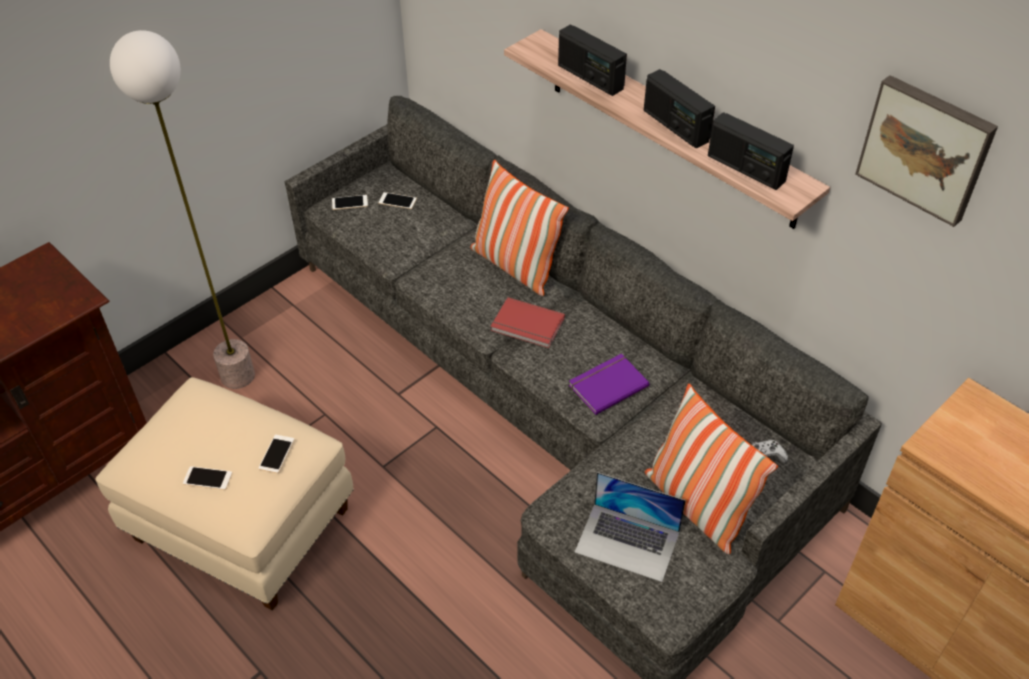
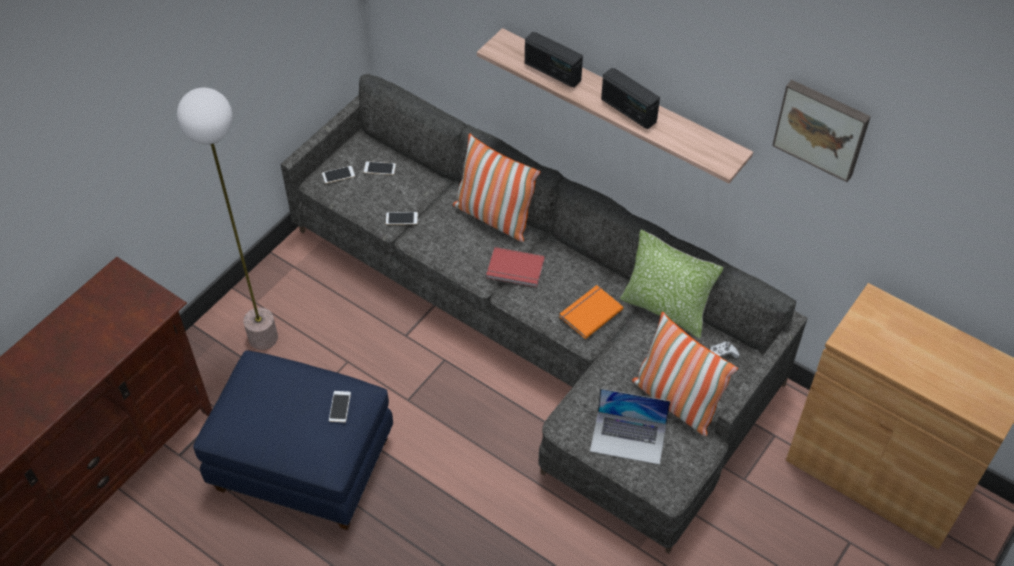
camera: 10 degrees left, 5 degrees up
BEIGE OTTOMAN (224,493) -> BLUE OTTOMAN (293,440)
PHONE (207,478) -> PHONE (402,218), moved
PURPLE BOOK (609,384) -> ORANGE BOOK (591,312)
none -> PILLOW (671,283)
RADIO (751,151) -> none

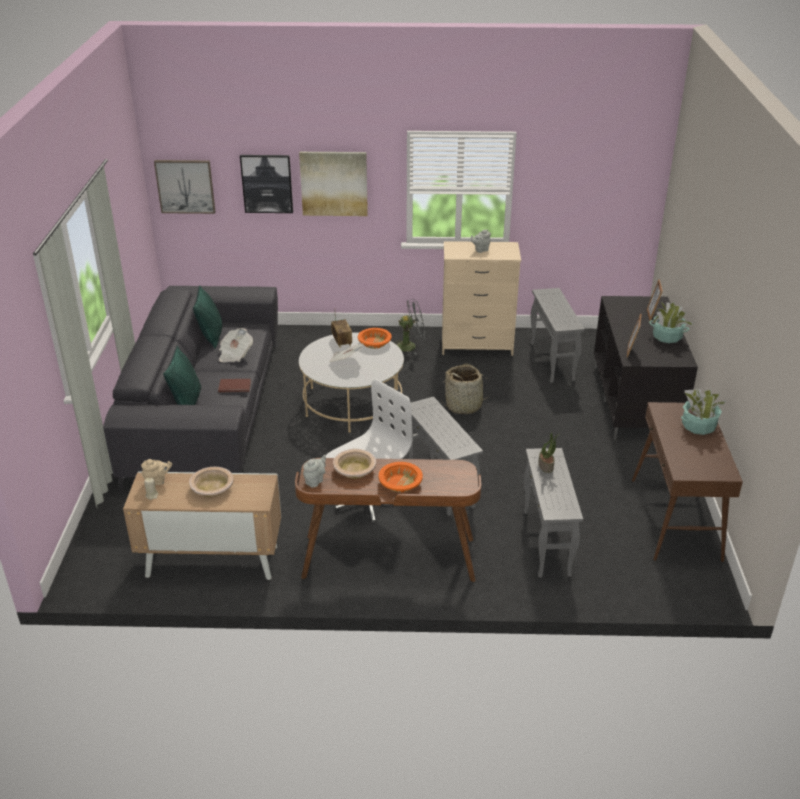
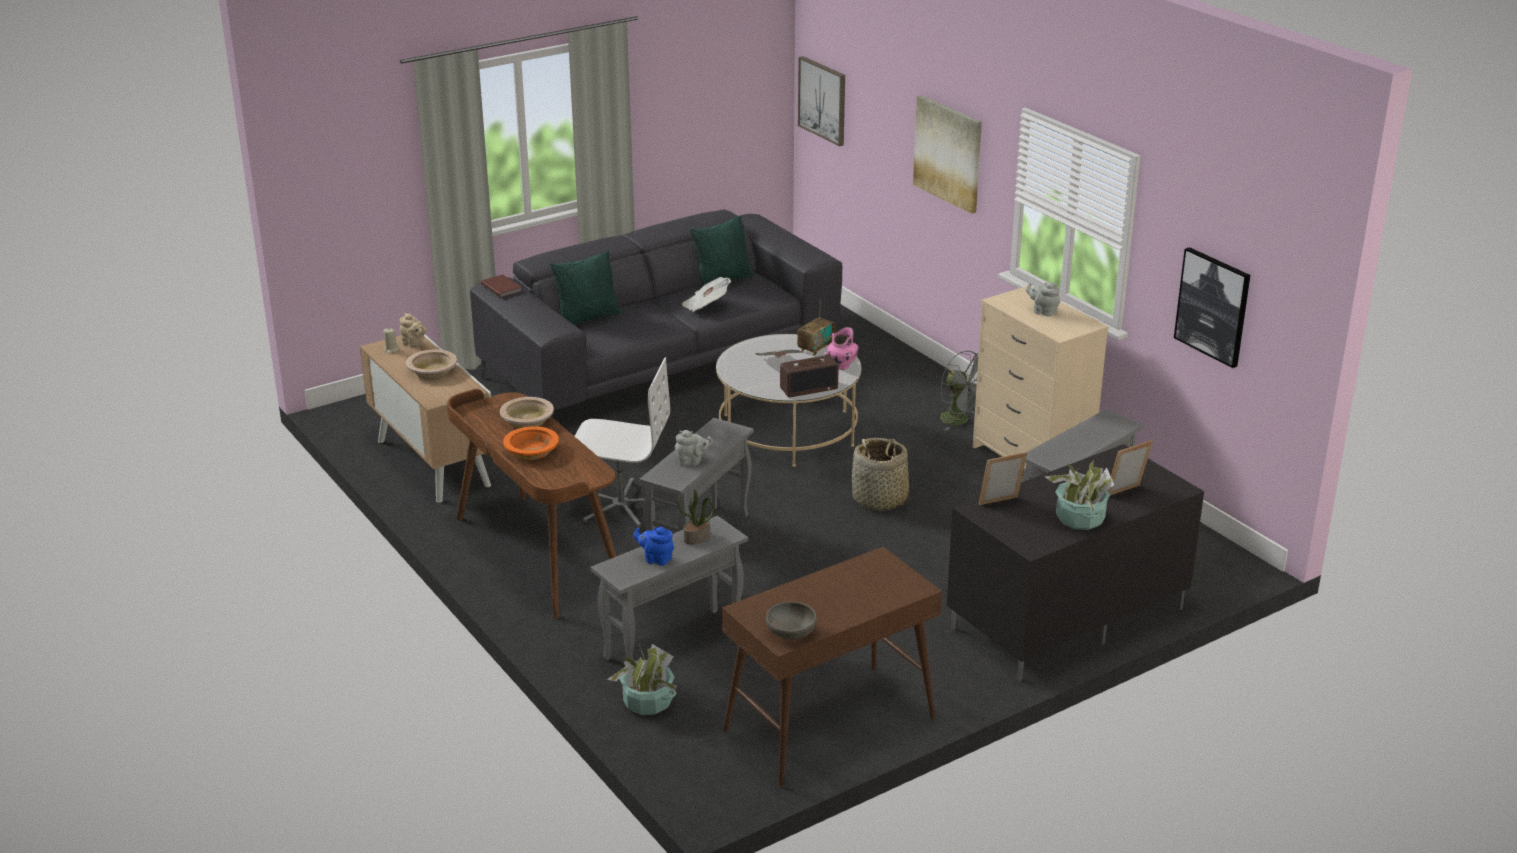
camera: 55 degrees right, 5 degrees down
BROWN BOOK (234,386) -> BROWN BOOK (501,285), moved
POTTED PLANT (703,412) -> POTTED PLANT (642,679), moved
none -> BLUE TEAPOT (653,546)
GREY TEAPOT (314,471) -> GREY TEAPOT (694,448), moved
none -> GREY BOWL (791,620)
none -> RADIO (809,376)
ORANGE BOWL (374,338) -> PINK VASE (841,348)
PICTURE (266,184) -> PICTURE (1212,307), moved

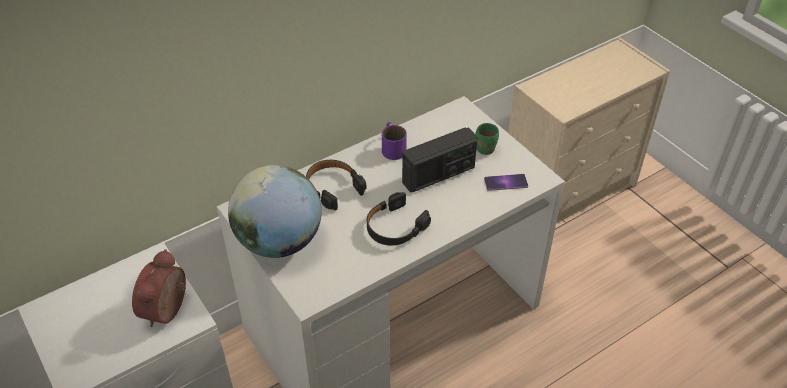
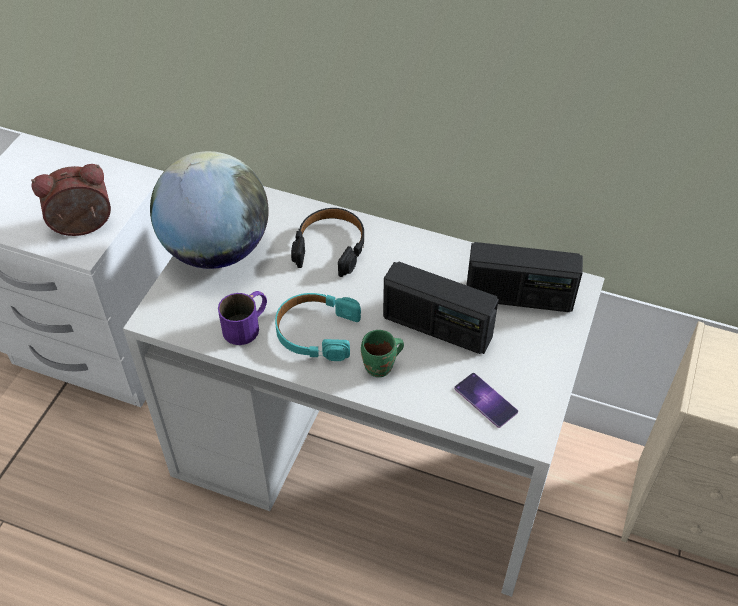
camera: 55 degrees right, 5 degrees up
PURPLE MUG (394,141) -> PURPLE MUG (242,318), moved
BLACK HEADPHONES (399,218) -> TURQUOISE HEADPHONES (318,327)
GREEN MUG (487,139) -> GREEN MUG (382,353), moved
none -> RADIO (525,277)

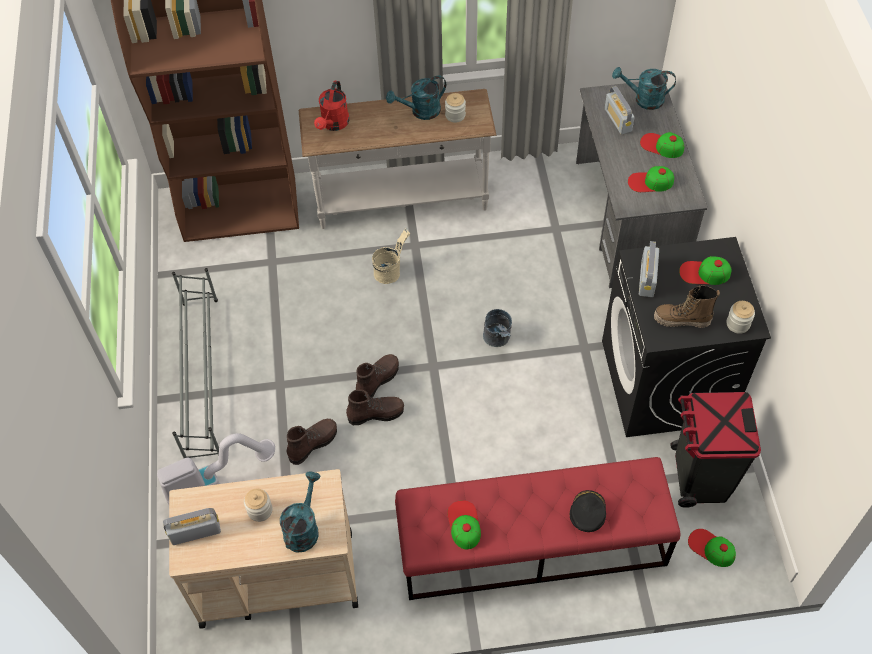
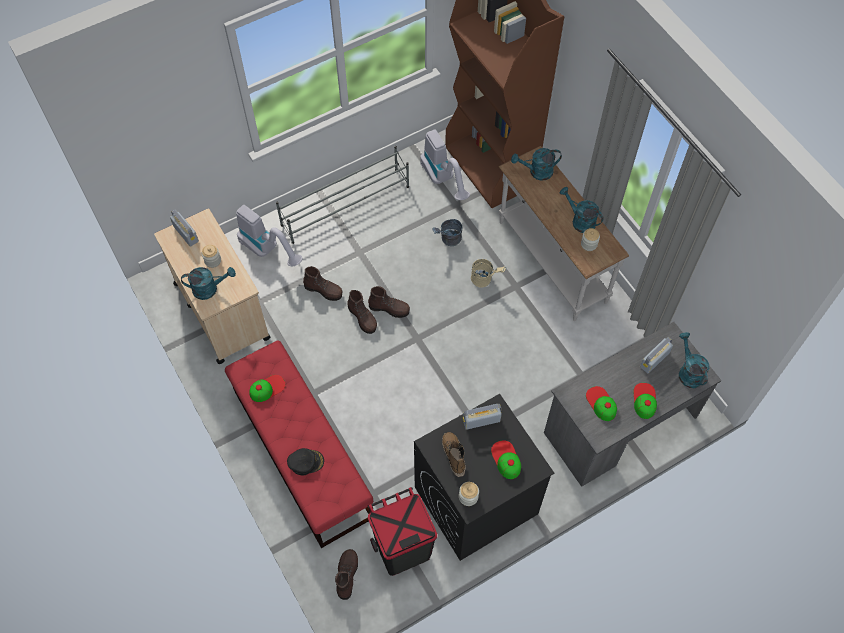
camera: 65 degrees right, 5 degrees up
CAP (712,548) -> BROWN BOOT (346,574)
none -> VACUUM CLEANER (445,164)
GREY BUCKET (497,328) -> GREY BUCKET (447,232), moved
RED WATERING CAN (332,106) -> TURQUOISE WATERING CAN (536,164)

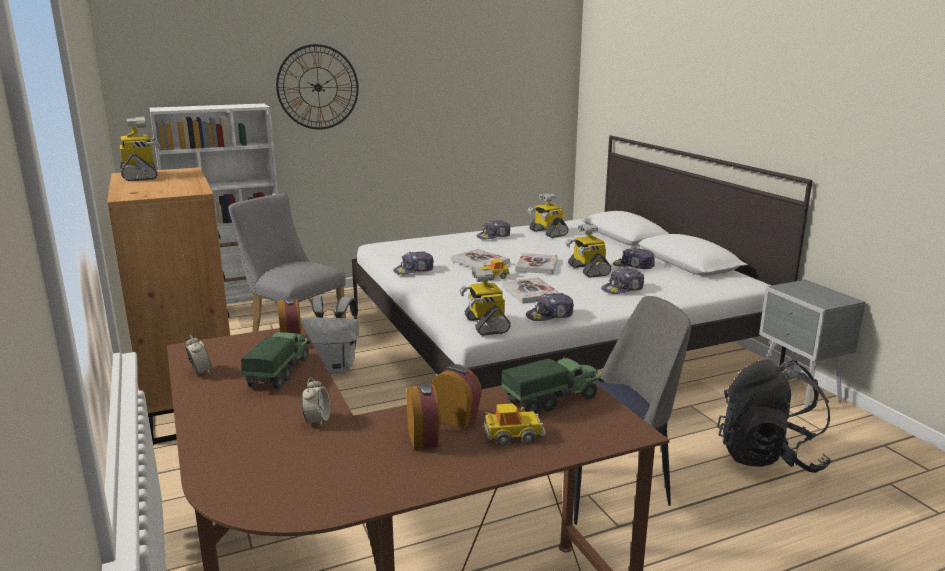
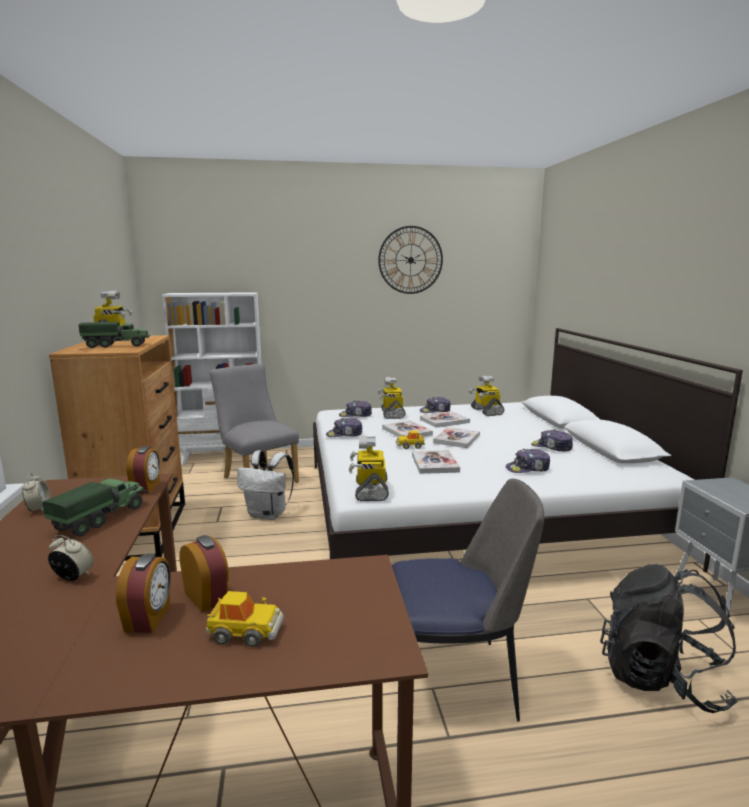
camera: 15 degrees right, 5 degrees down
ALARM CLOCK (316,402) -> ALARM CLOCK (70,558), 90 degrees counterclockwise
TOY TRUCK (552,385) -> TOY TRUCK (114,335), moved
CAP (550,307) -> CAP (355,408), moved
TOY ROBOT (588,251) -> TOY ROBOT (391,398), moved
WALL CLOCK (317,86) -> WALL CLOCK (410,260), moved
none -> BOOK (445,420)

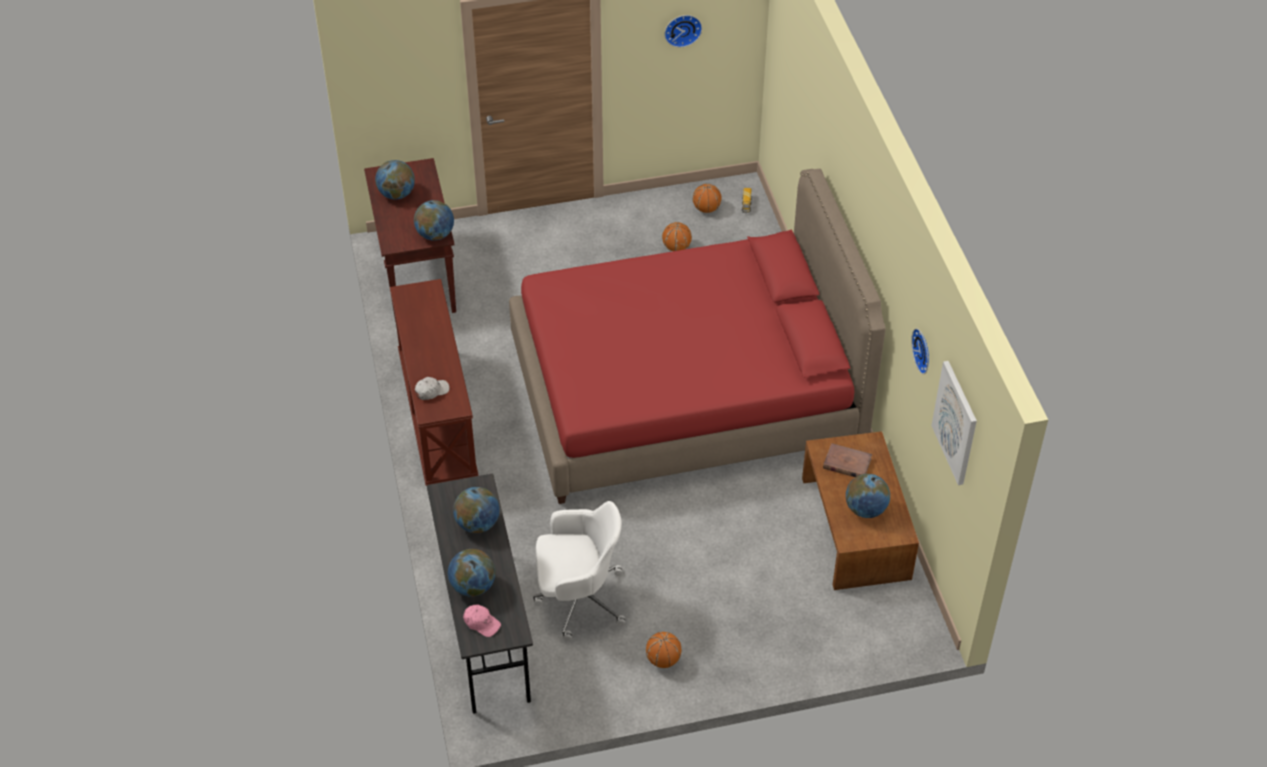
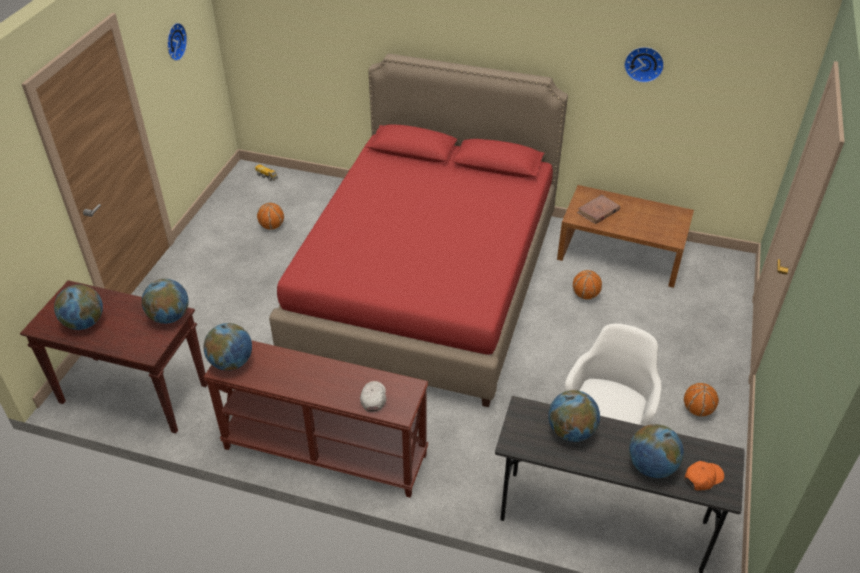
camera: 60 degrees left, 5 degrees down
GLOBE (868,496) -> GLOBE (227,347), moved
BASKETBALL (707,198) -> BASKETBALL (587,284), moved
PINK CAP (482,620) -> ORANGE CAP (704,476)
PICTURE (954,423) -> none

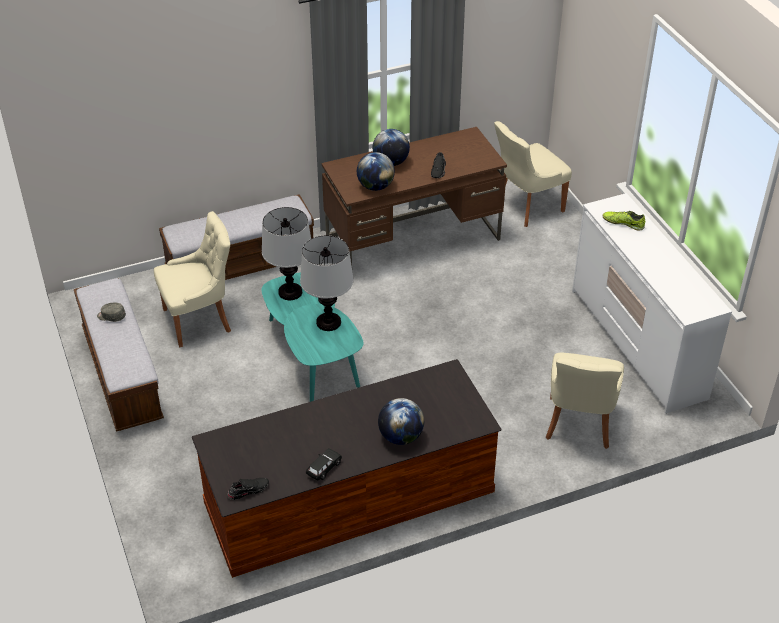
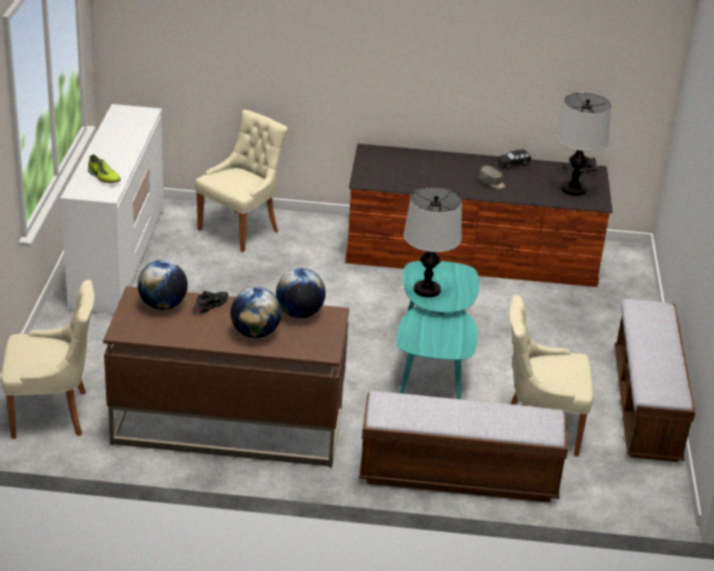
camera: 155 degrees left, 10 degrees down
GLOBE (401,421) -> GLOBE (162,285), moved
GREY CAP (111,312) -> GREY CAP (492,177), moved
TABLE LAMP (286,253) -> TABLE LAMP (583,144), moved

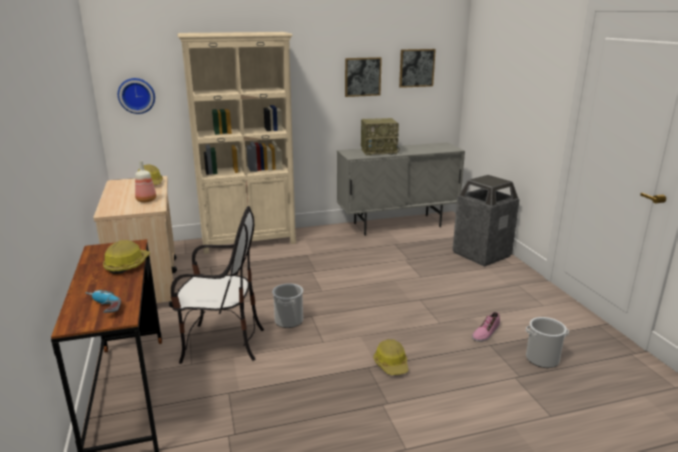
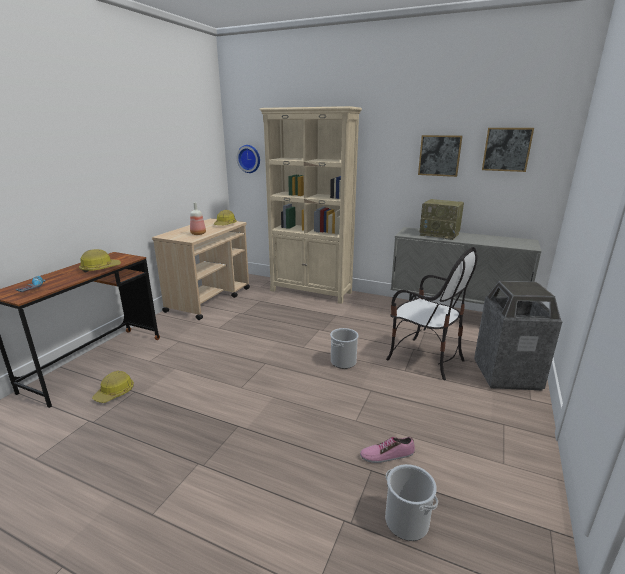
camera: 40 degrees right, 0 degrees up
HARD HAT (390,357) -> HARD HAT (113,387), moved
BUCKET (287,305) -> BUCKET (344,348), moved
CHAIR (217,285) -> CHAIR (431,313), moved

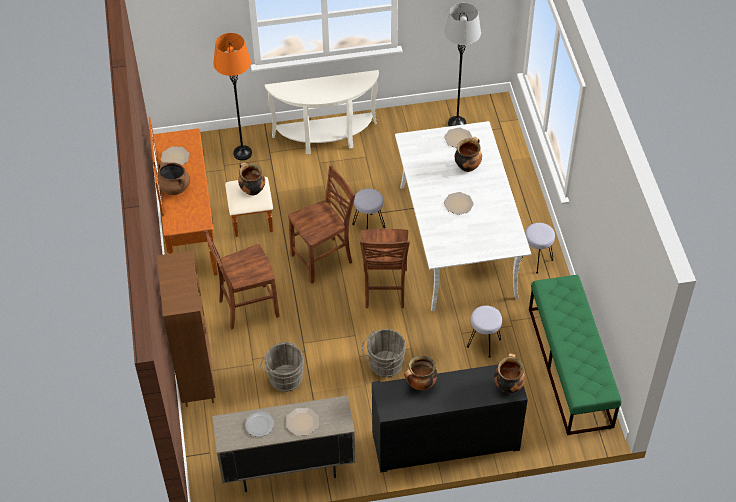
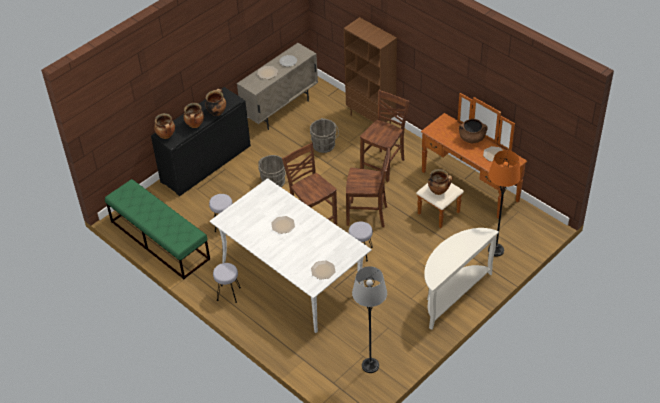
camera: 145 degrees right, 5 degrees down
COOKING POT (468,154) -> COOKING POT (193,115), moved
BROWN CHAIR (321,224) -> BROWN CHAIR (368,187), 105 degrees counterclockwise

